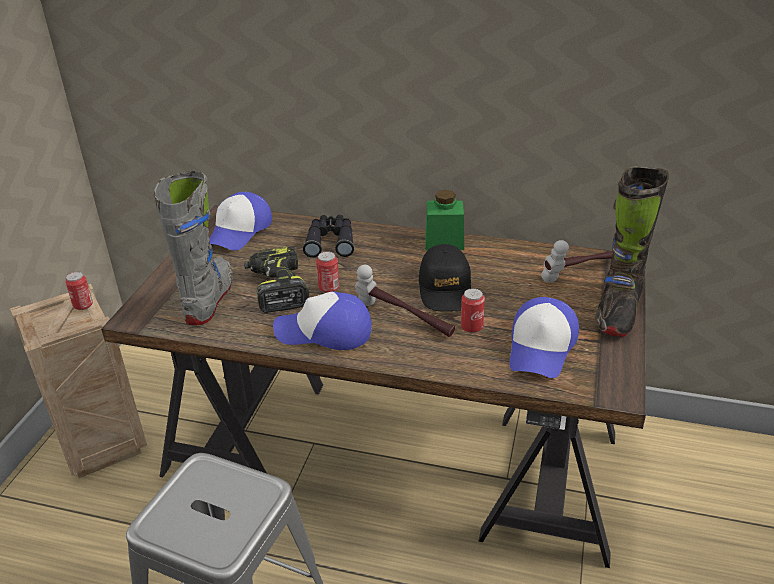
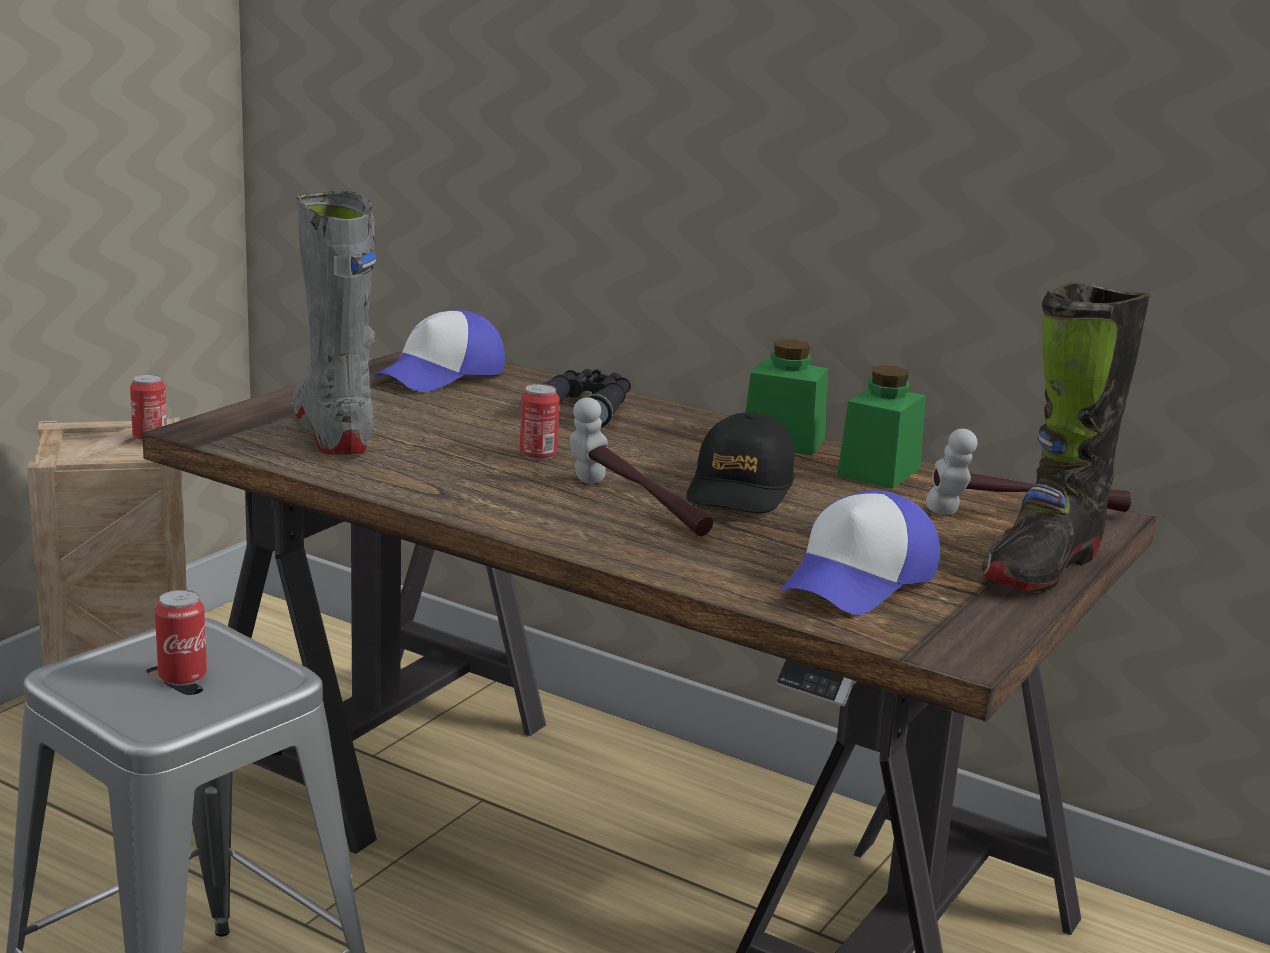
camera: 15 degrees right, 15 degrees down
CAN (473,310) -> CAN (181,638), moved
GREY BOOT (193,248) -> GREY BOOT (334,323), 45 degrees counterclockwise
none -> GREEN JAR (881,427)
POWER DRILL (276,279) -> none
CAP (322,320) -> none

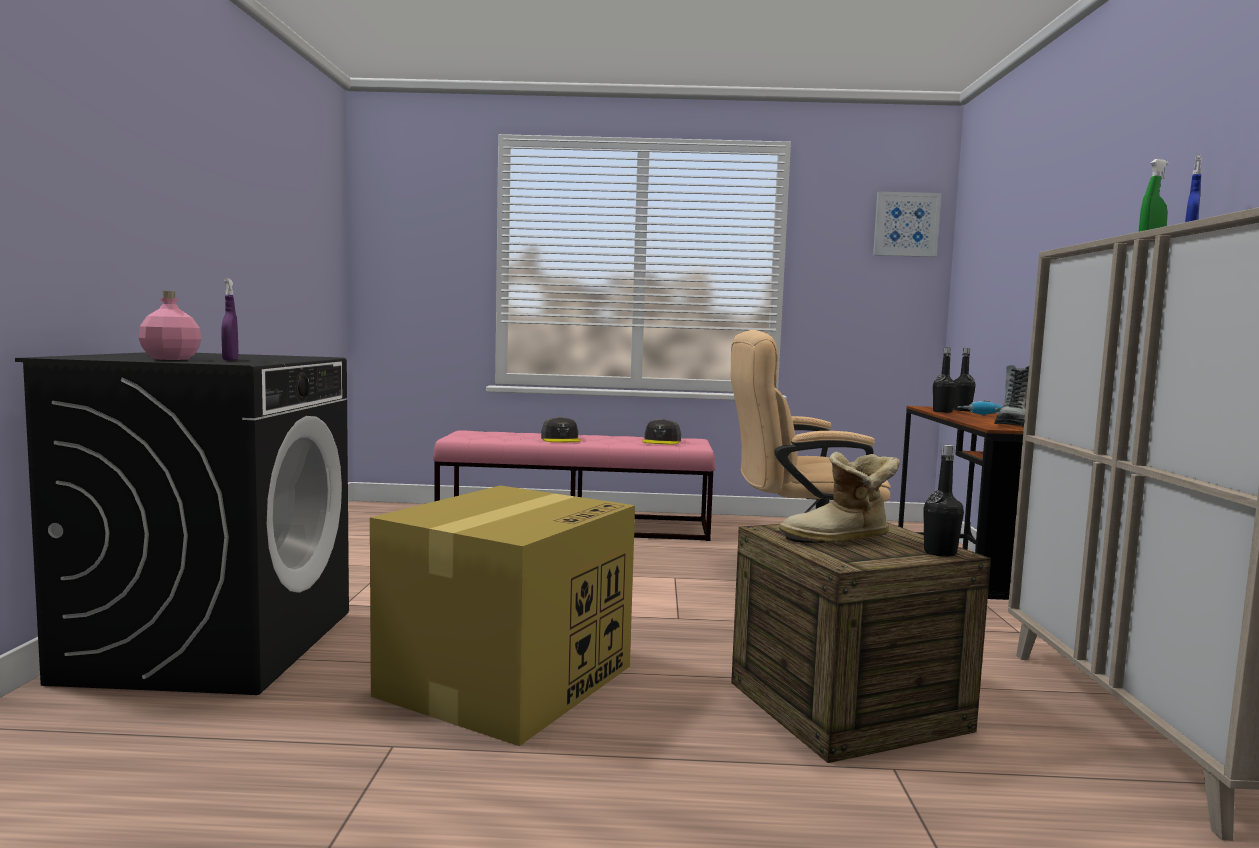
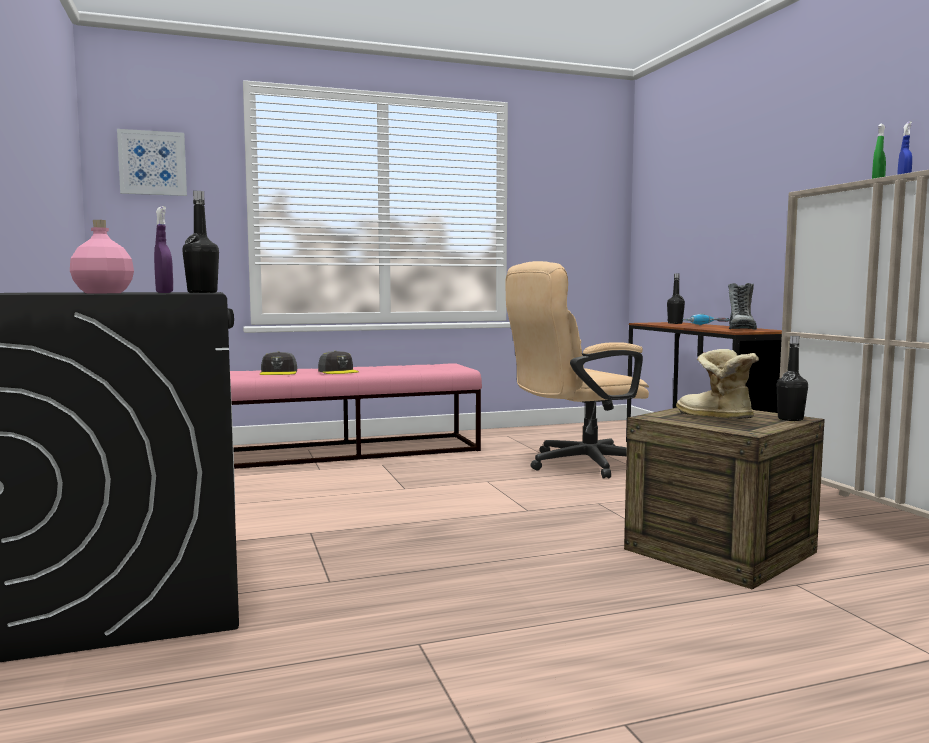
camera: 20 degrees left, 0 degrees up
PICTURE (907,224) -> PICTURE (152,162), moved
BLACK BOTTLE (945,380) -> BLACK BOTTLE (201,242), moved
GREY CAP (661,431) -> GREY CAP (278,363), moved
BOOT (839,497) -> BOOT (717,384), 90 degrees clockwise
CARDBOARD BOX (502,615) -> none

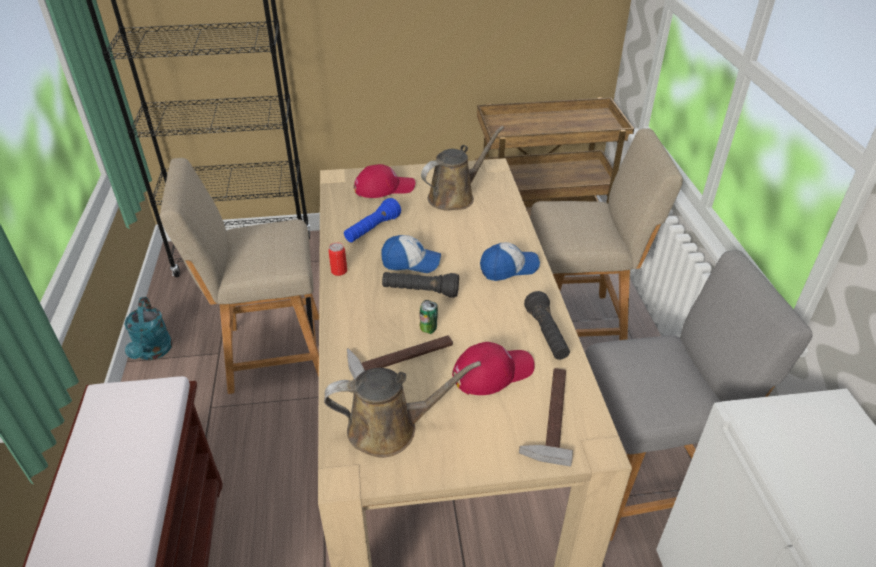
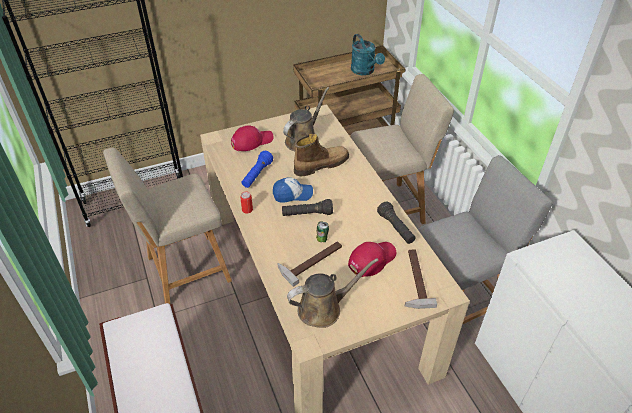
camera: 15 degrees left, 5 degrees up
none -> BOOT (321,155)
TURQUOISE WATERING CAN (148,328) -> TURQUOISE WATERING CAN (368,54), moved
CAP (510,261) -> none

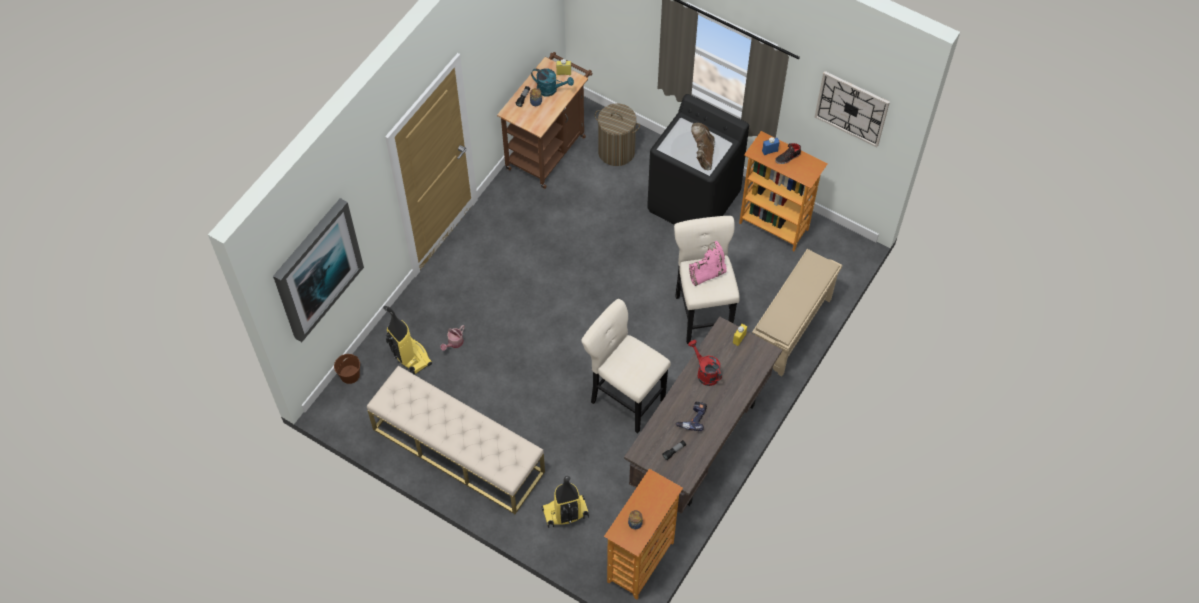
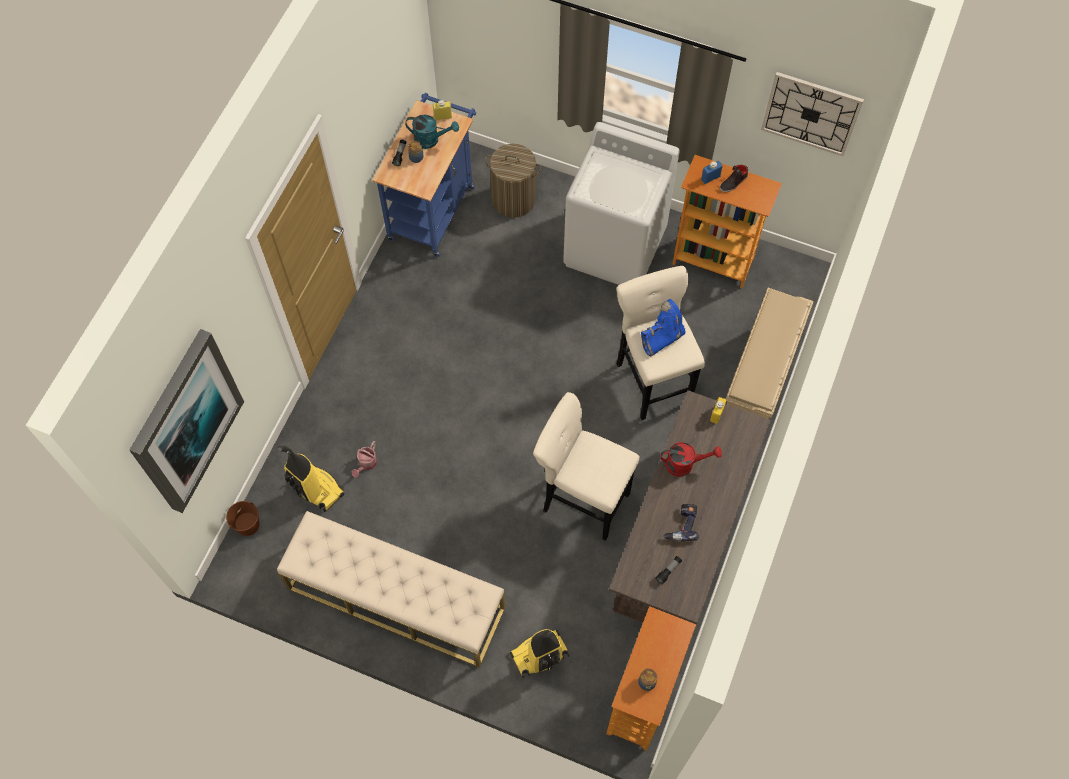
camera: 10 degrees left, 5 degrees up
BROWN CART (544,120) -> BLUE CART (424,175)
BLACK WASHING MACHINE (698,159) -> WHITE WASHING MACHINE (621,203)
PINK BOOT (708,263) -> BLUE BOOT (663,328)
RED WATERING CAN (705,363) -> RED WATERING CAN (691,459), 135 degrees clockwise
BROWN BOOT (703,146) -> none

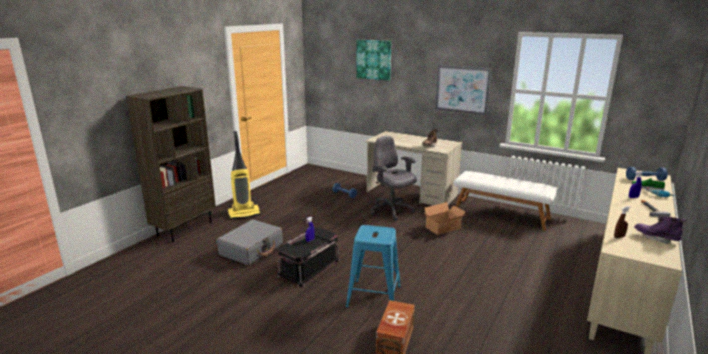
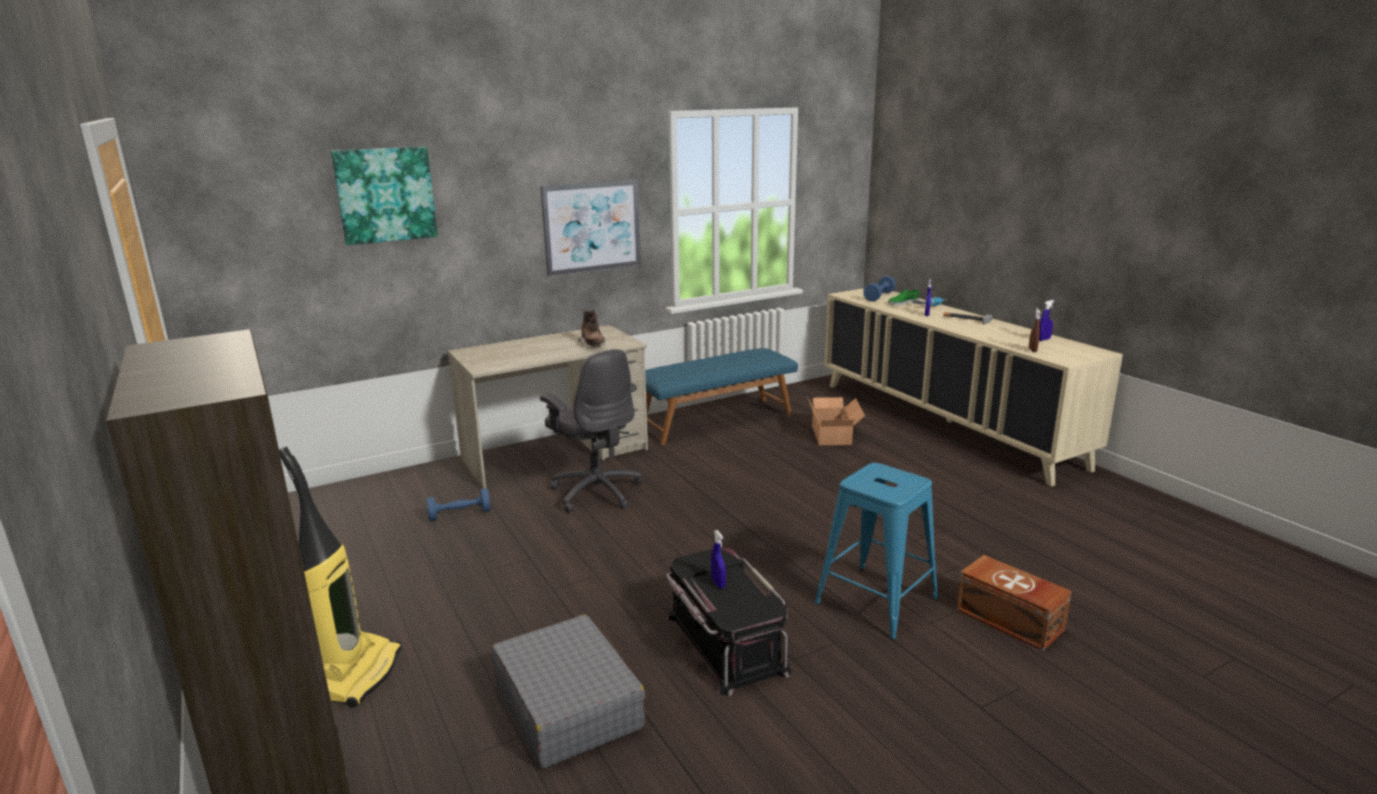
camera: 60 degrees left, 0 degrees up
GREY OFFICE CHAIR (393,178) -> GREY OFFICE CHAIR (591,431), 120 degrees counterclockwise
WHITE BENCH (506,201) -> BLUE BENCH (721,396)
CARDBOARD BOX (445,218) -> CARDBOARD BOX (836,420), moved
PURPLE BOOT (660,230) -> BLUE SPRAY BOTTLE (1047,320)

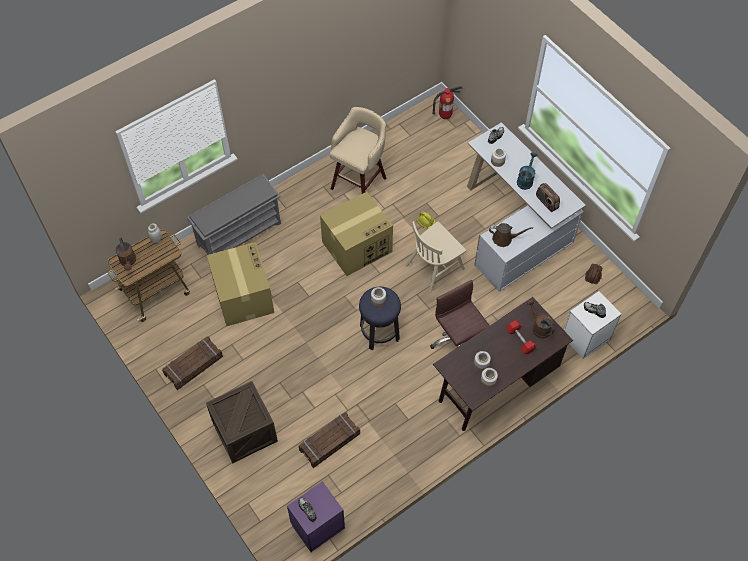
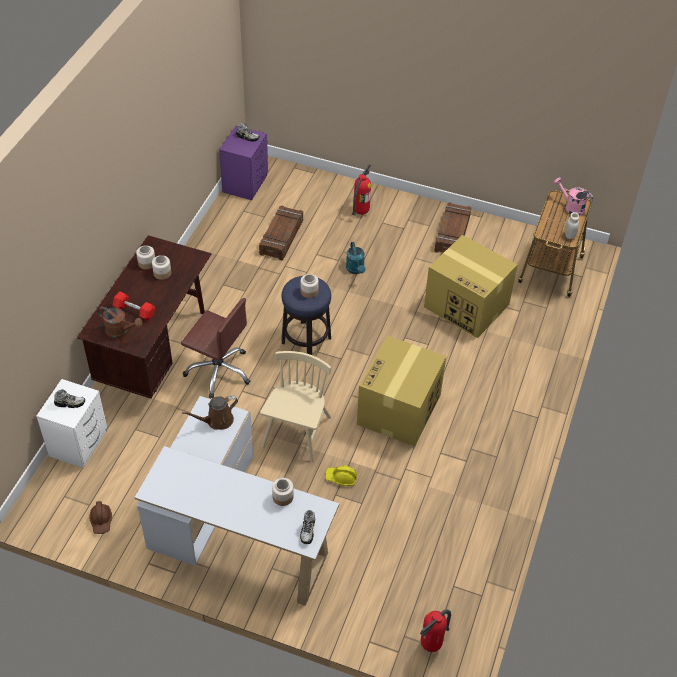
camera: 145 degrees right, 10 degrees down
TURQUOISE WATERING CAN (527,171) -> TURQUOISE WATERING CAN (356,258), moved
CRATE (242,422) -> FIRE EXTINGUISHER (361,190)
BROWN WATERING CAN (125,254) -> PINK WATERING CAN (573,196)
GREY SHOE RACK (234,214) -> none
BEIGE STOOL (358,150) -> none
RADIO (548,197) -> none

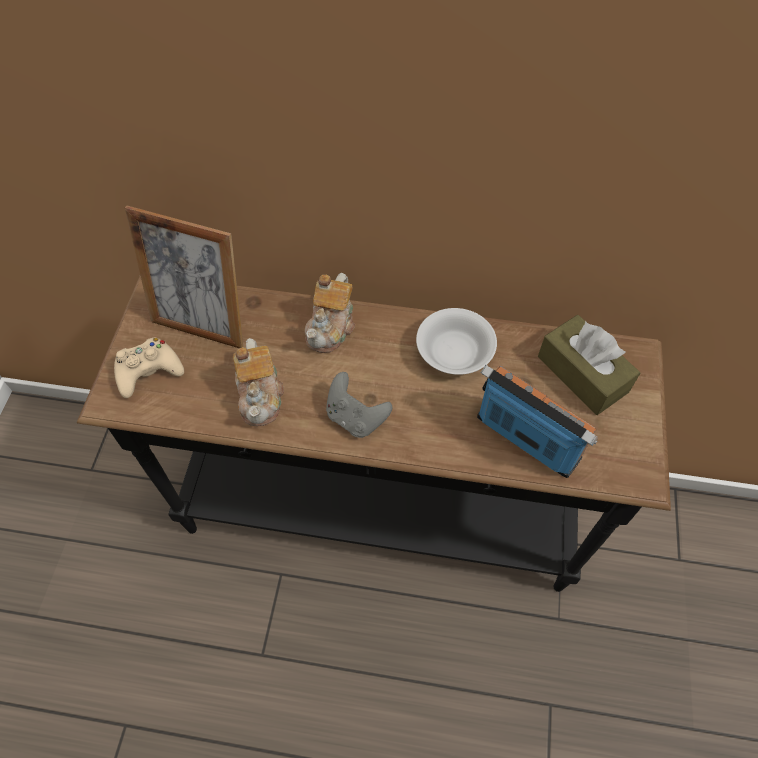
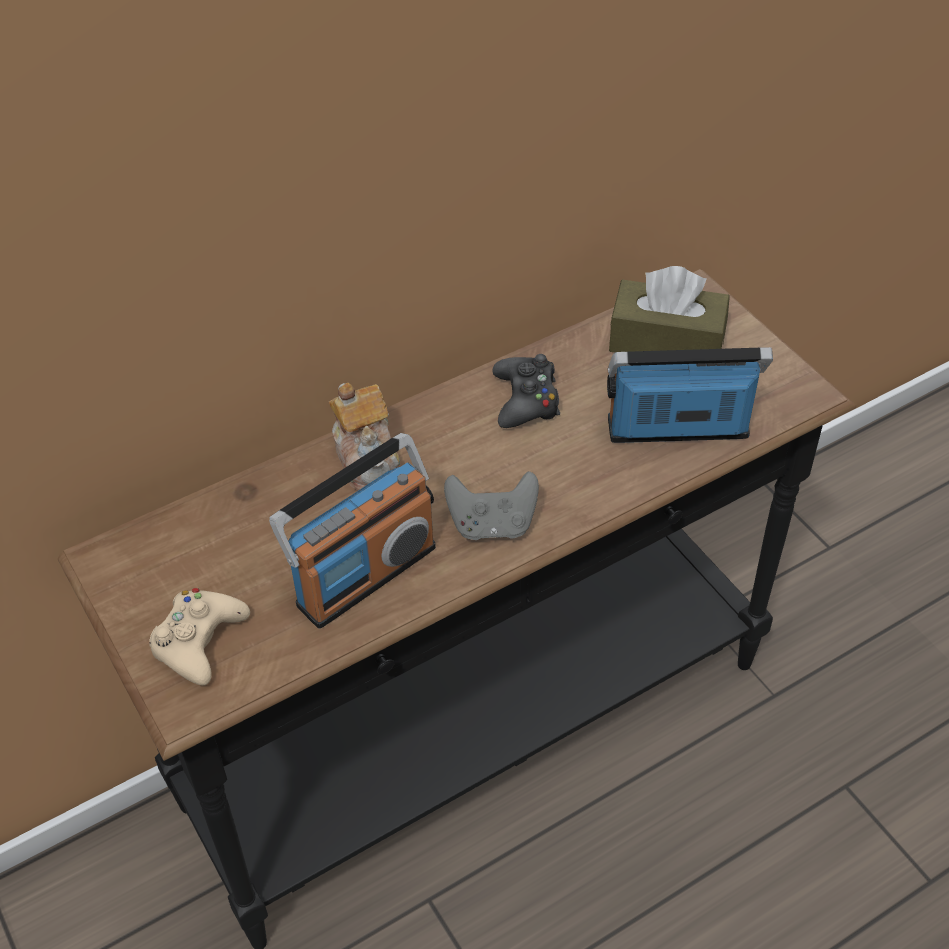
camera: 40 degrees left, 10 degrees down
TEAPOT (258,382) -> RADIO (352,531)
WHITE BOWL (456,341) -> BLACK GAME CONTROLLER (526,391)
PICTURE FRAME (184,276) -> none

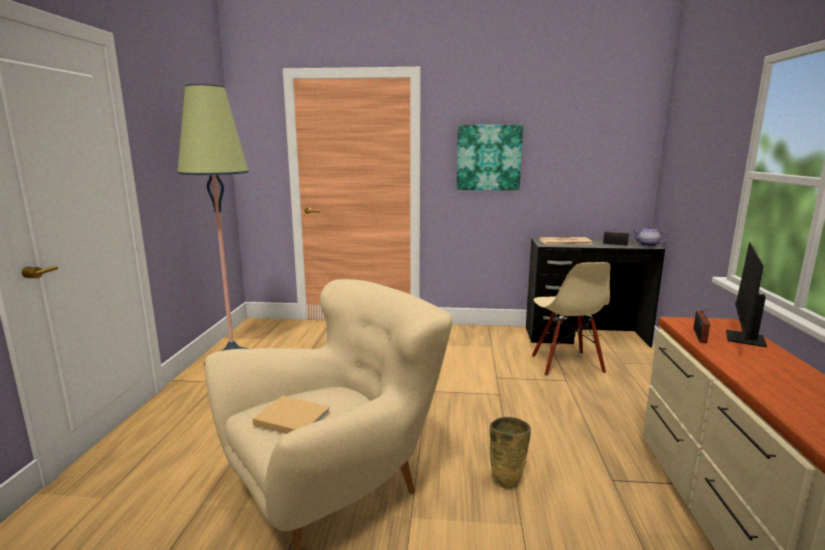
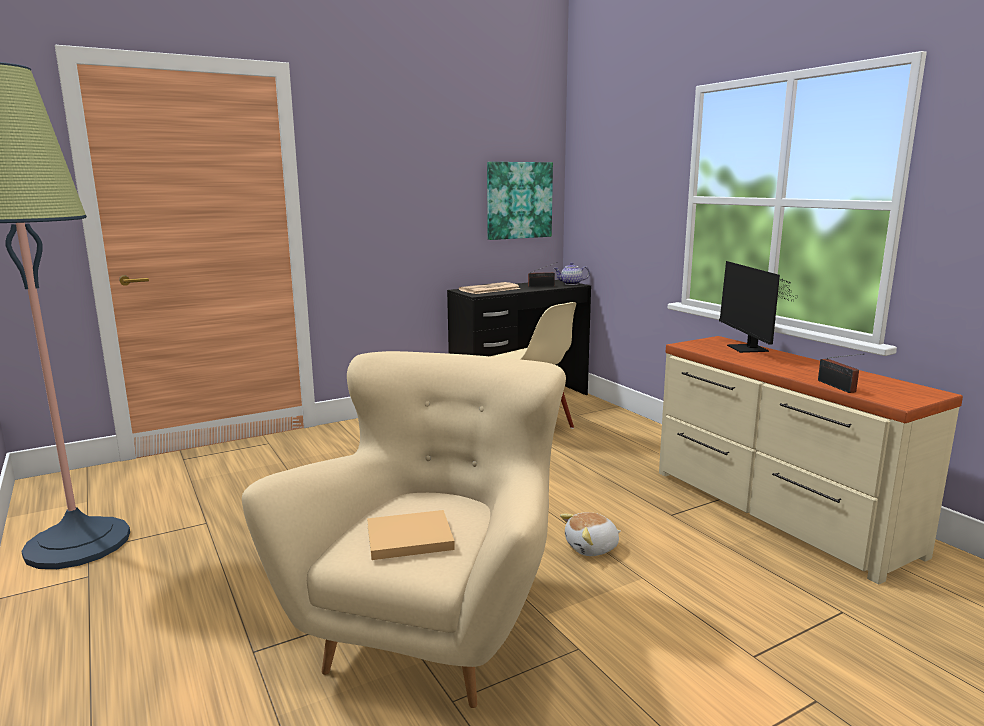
camera: 35 degrees left, 0 degrees up
PICTURE (490,157) -> PICTURE (520,201), moved
BEIGE VASE (510,452) -> PLUSH TOY (590,534)
RADIO (702,326) -> RADIO (839,373), moved

